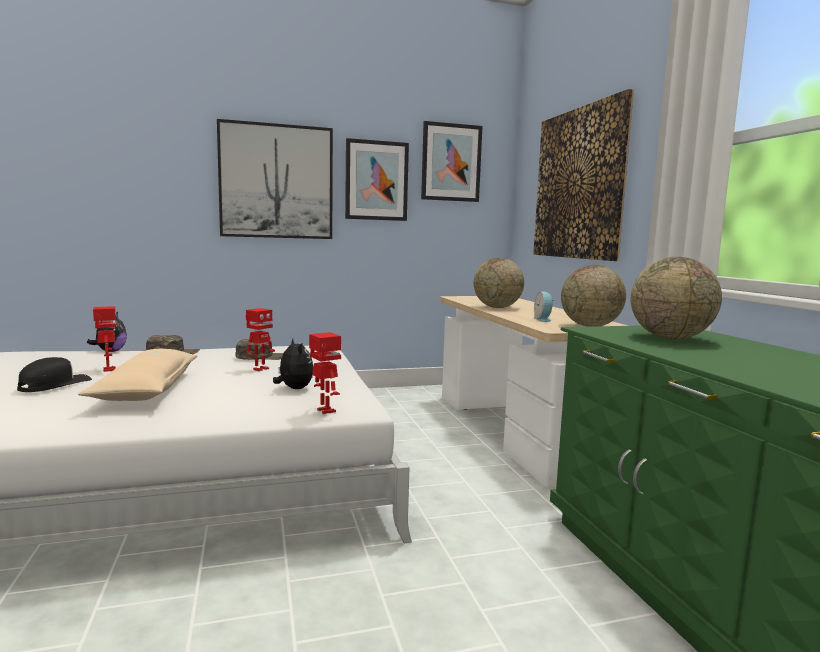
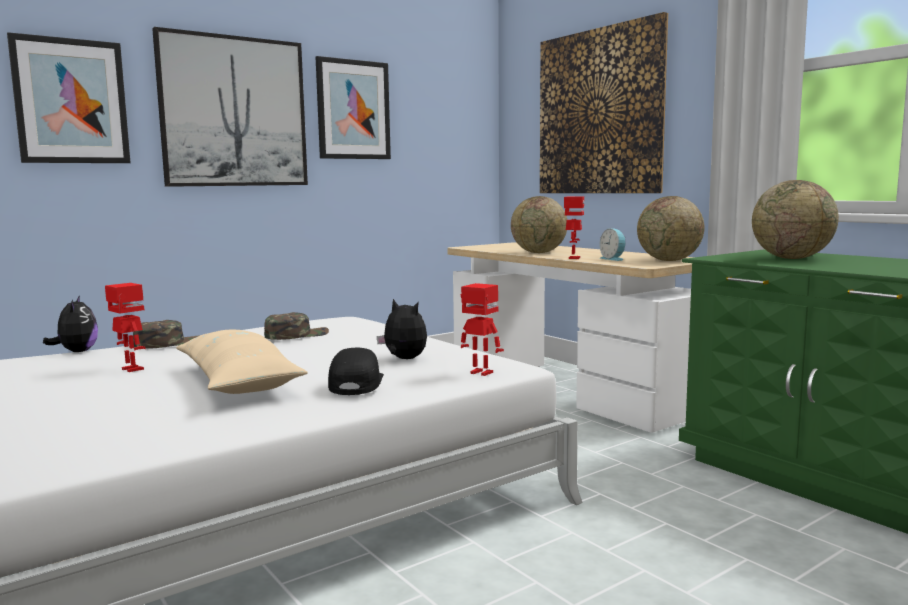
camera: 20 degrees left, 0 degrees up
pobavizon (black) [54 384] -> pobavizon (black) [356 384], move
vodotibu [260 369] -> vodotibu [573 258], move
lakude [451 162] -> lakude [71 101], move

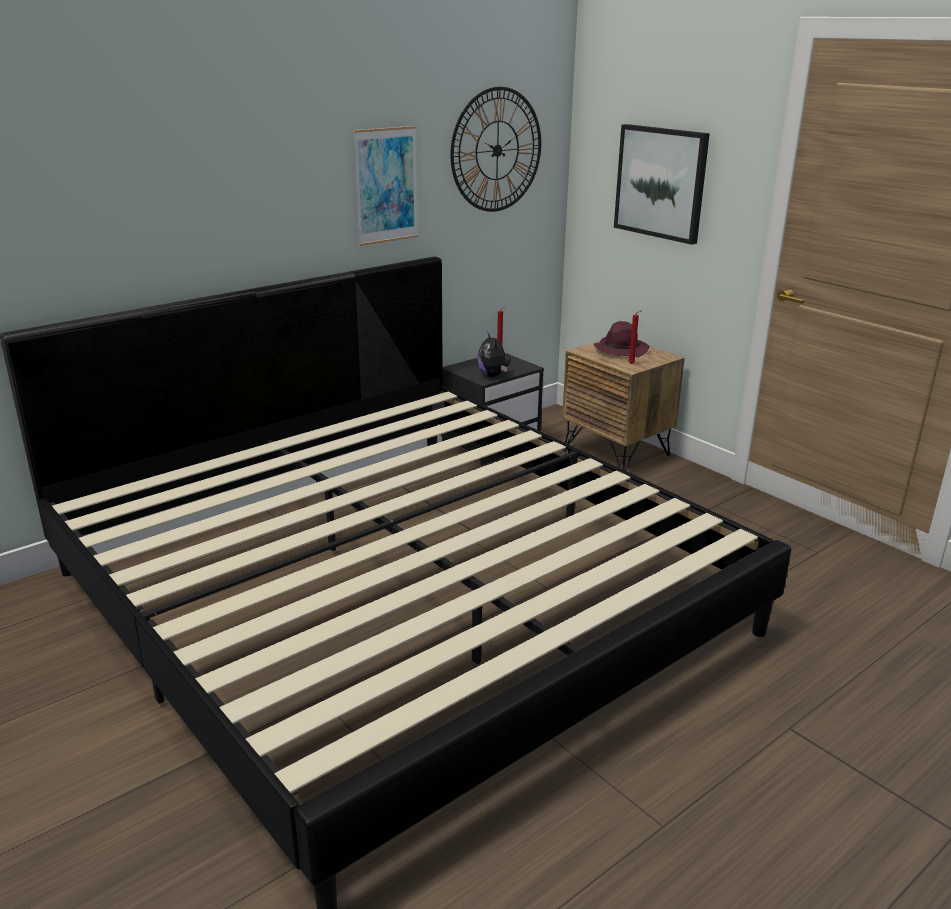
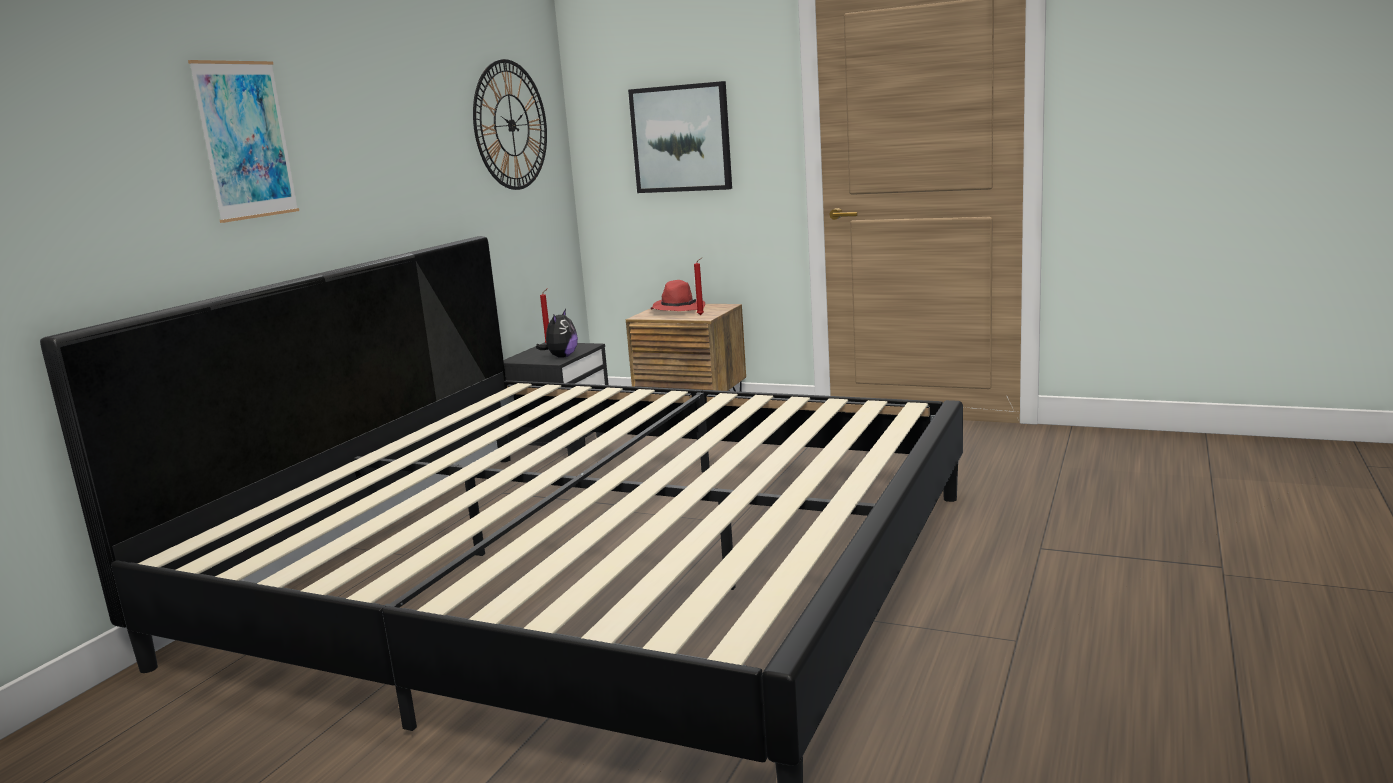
camera: 25 degrees left, 10 degrees down
lakude [386 185] -> lakude [245 140], move
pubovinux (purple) [621 349] -> pubovinux (red) [677 309]
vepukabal [493 375] -> vepukabal [561 357], 120 degrees counterclockwise

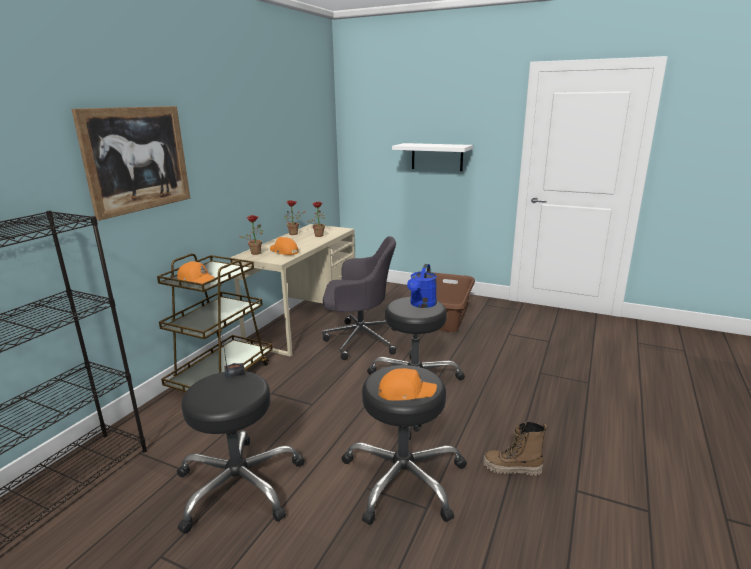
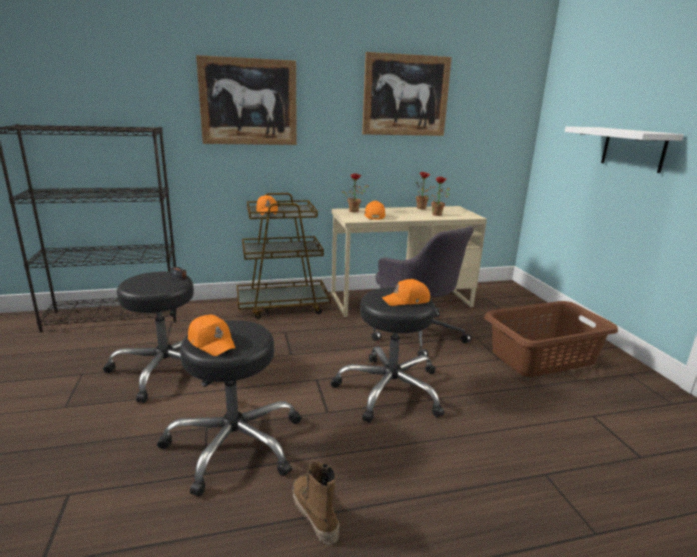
camera: 50 degrees right, 0 degrees up
none -> lakude [406 95]
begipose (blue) [422 304] -> pobavizon (orange) [407 300]

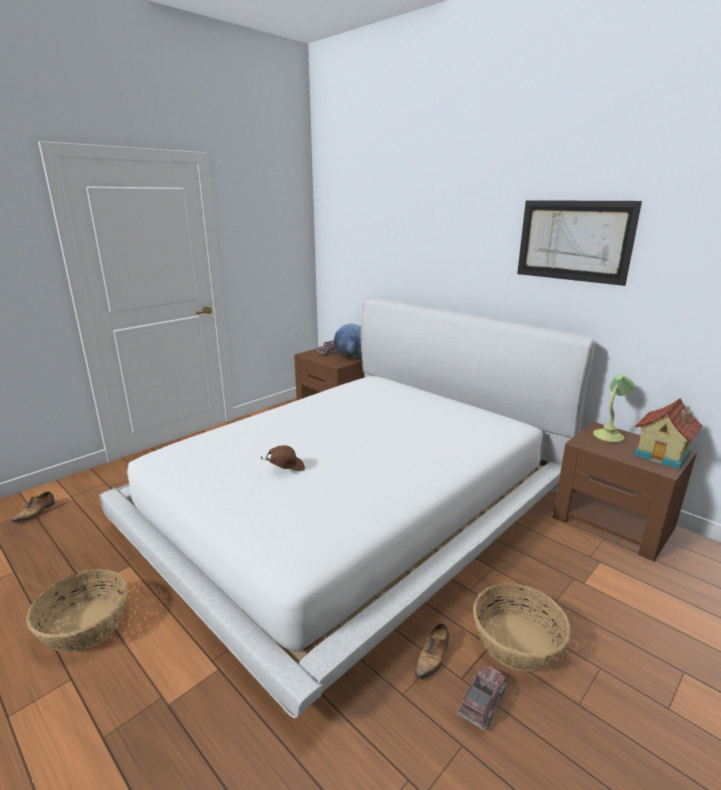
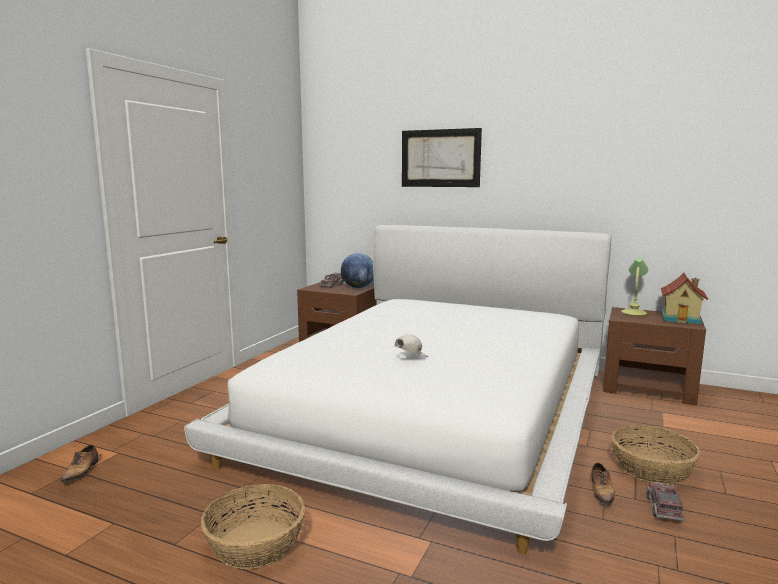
camera: 20 degrees left, 10 degrees down
lakude [573 241] -> lakude [440 158], move
pobavizon (brown) [285 468] -> pobavizon (white) [410 358]

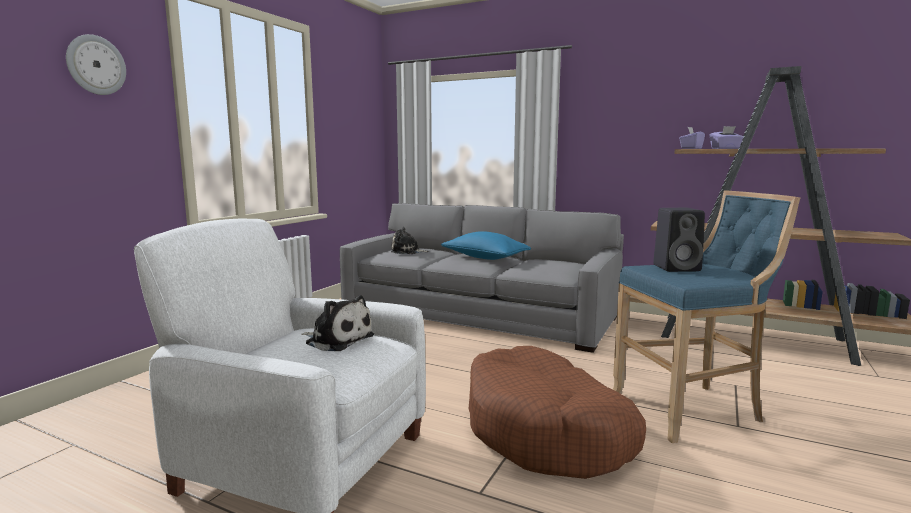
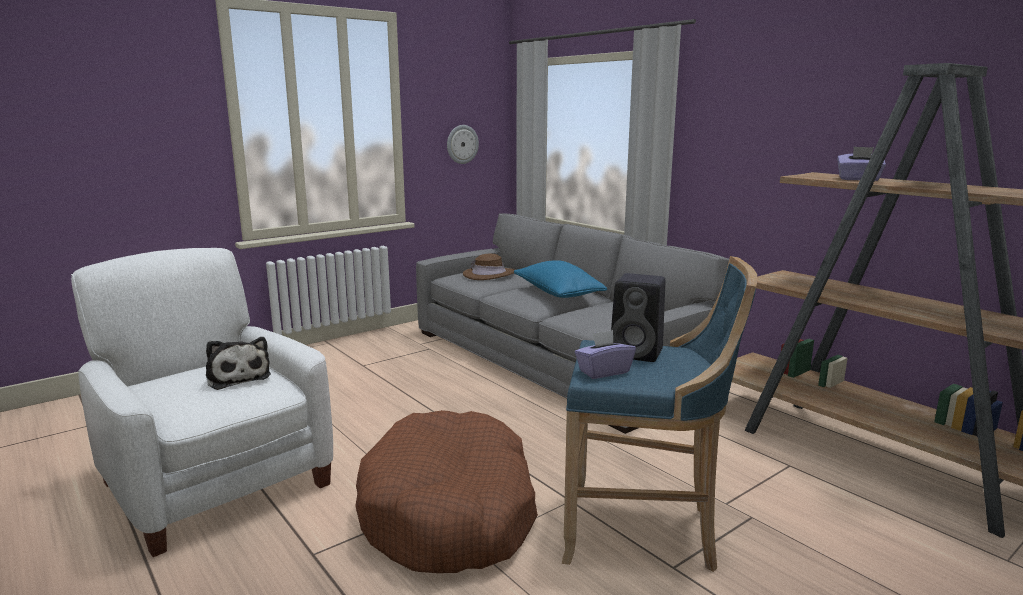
camera: 25 degrees right, 5 degrees up
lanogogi [96 65] -> lanogogi [462 144], move
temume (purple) [691 148] -> temume (purple) [603 371], move
vepukabal [407 252] -> pubovinux (brown) [489 274]

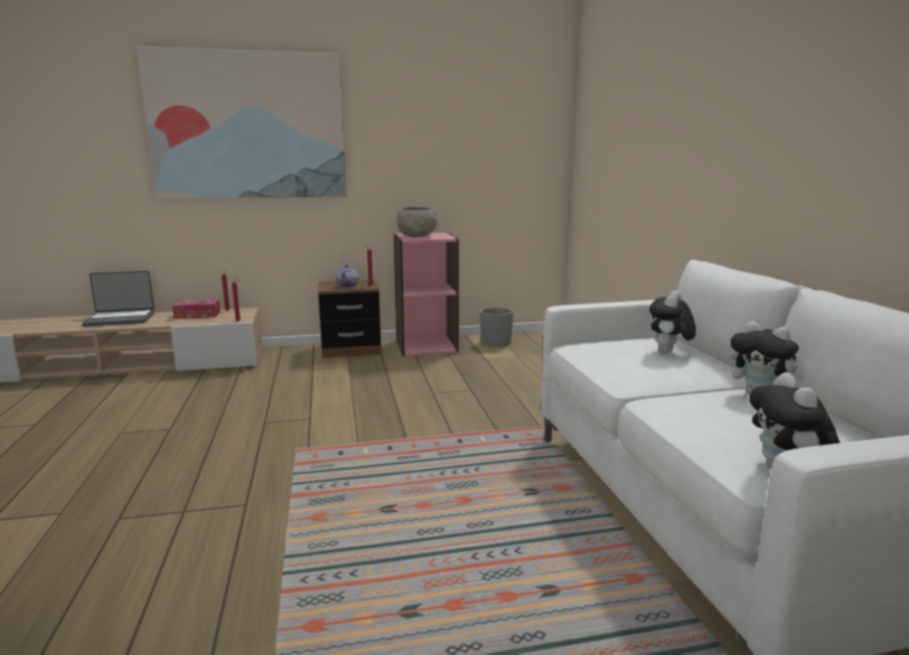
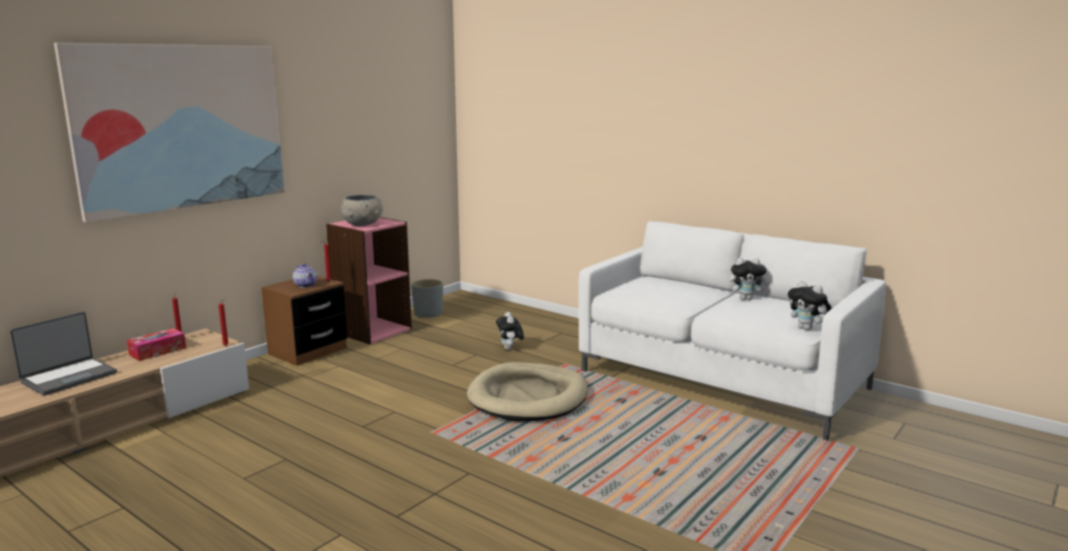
camera: 40 degrees left, 0 degrees up
none -> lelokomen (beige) [528 397]
vepukabal [668 353] -> vepukabal [510 349], move

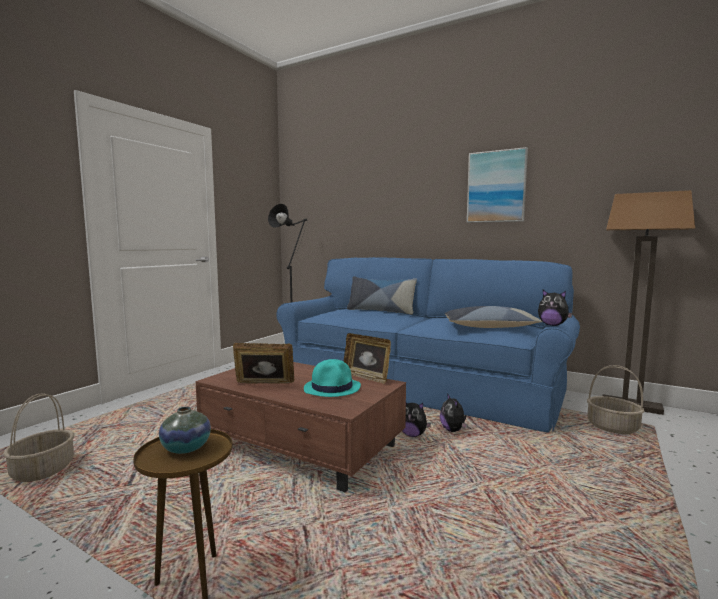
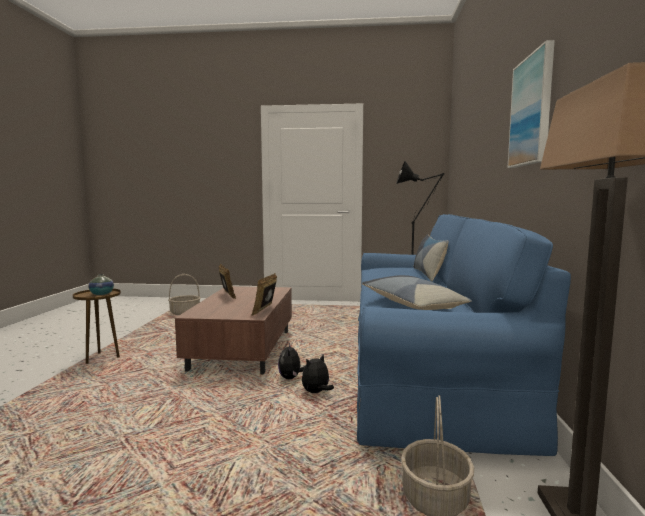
camera: 65 degrees right, 0 degrees up
pubovinux (turquoise) [332 388] -> none
vepukabal [552 325] -> none

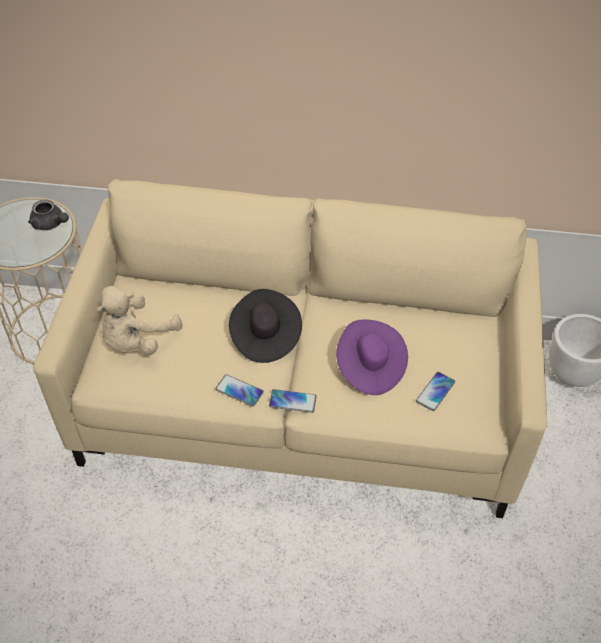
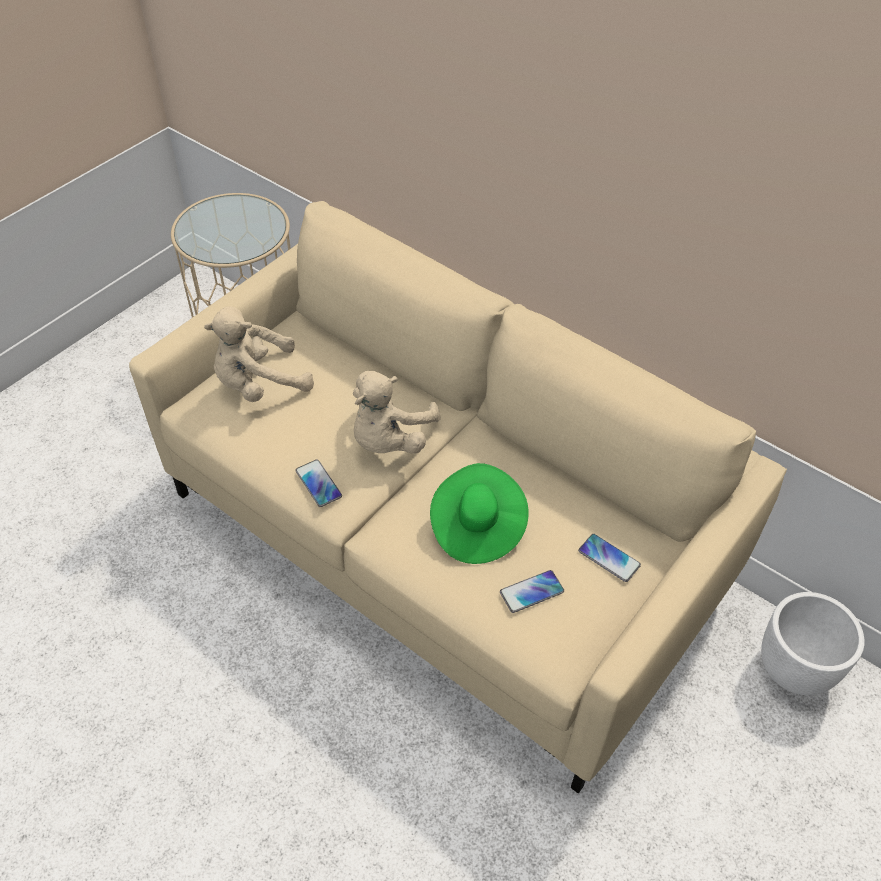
camera: 30 degrees right, 0 degrees up
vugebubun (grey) [50 224] -> none
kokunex [292 401] -> kokunex [609 558], move
pubovinux (black) [265 337] -> vepukabal (beige) [389 439]
pubovinux (purple) [369 368] -> pubovinux (green) [476 527]

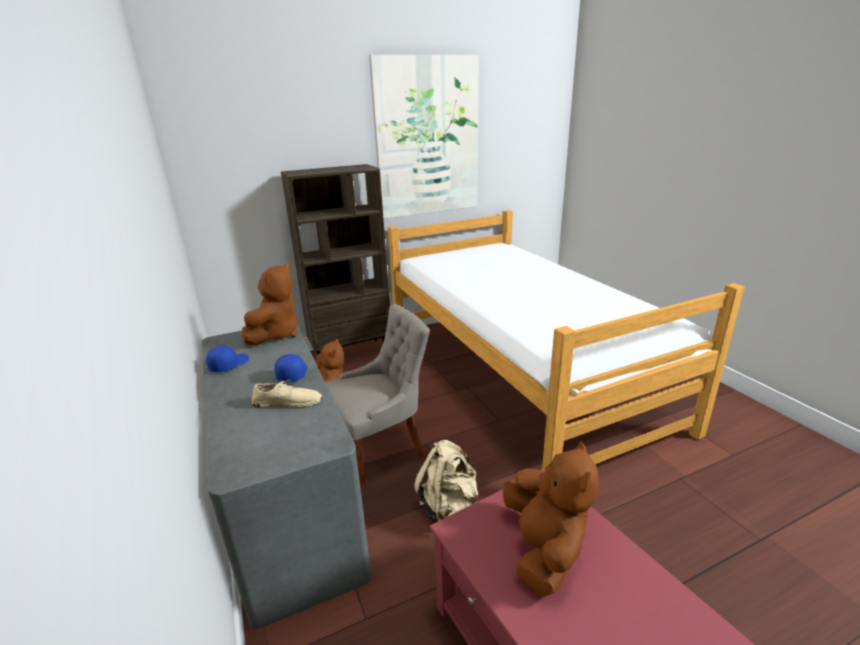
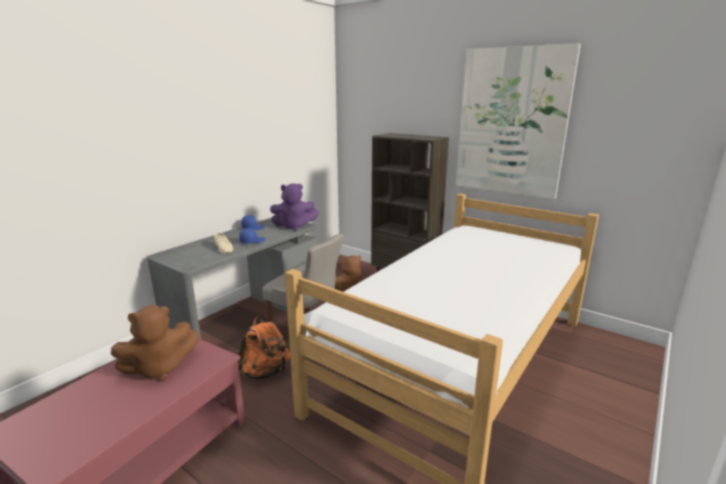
camera: 60 degrees right, 5 degrees down
vepukabal (brown) [276 334] -> vepukabal (purple) [294 226]
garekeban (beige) [449 508] -> garekeban (orange) [265 372]

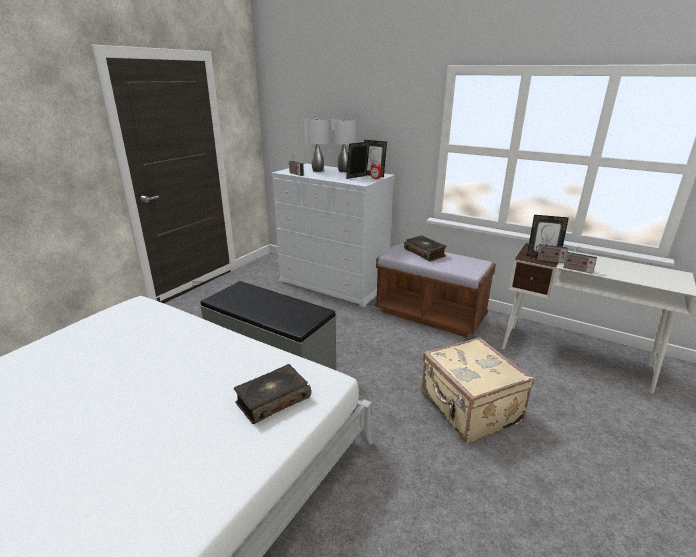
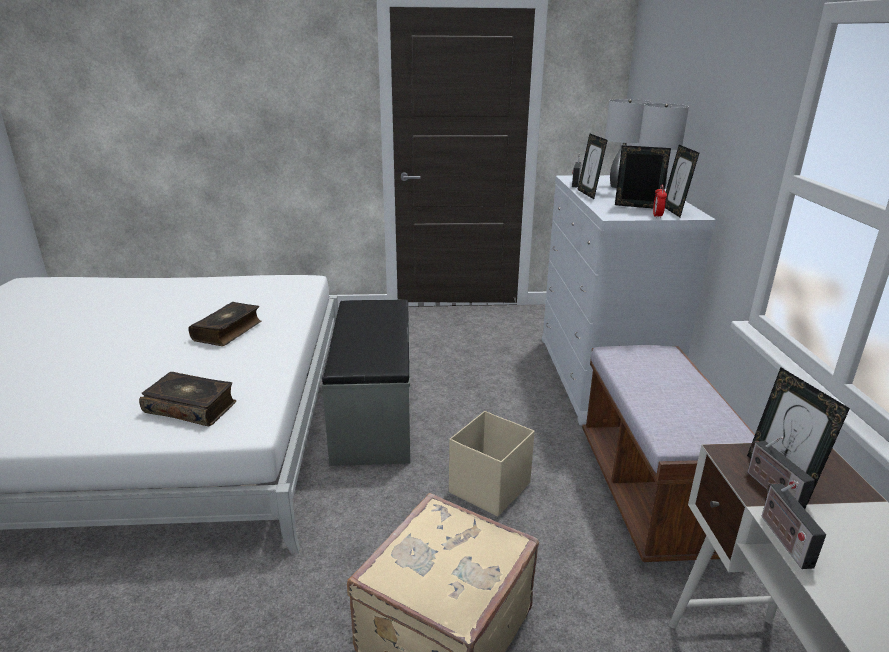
camera: 55 degrees right, 0 degrees up
none -> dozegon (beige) [488 488]
none -> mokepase [588 194]
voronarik [425 253] -> voronarik [228 331], move

